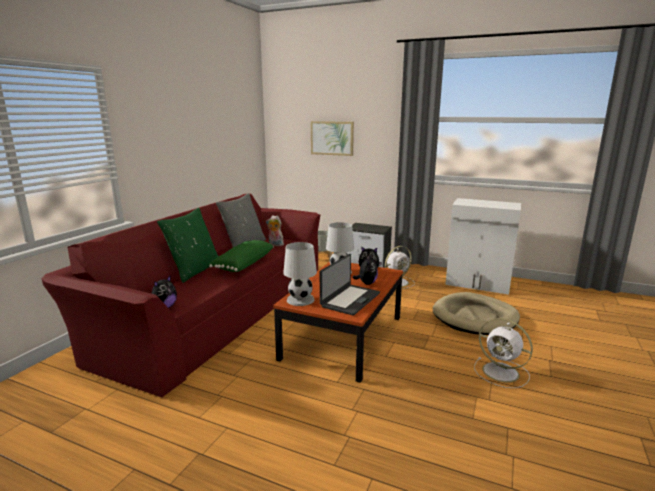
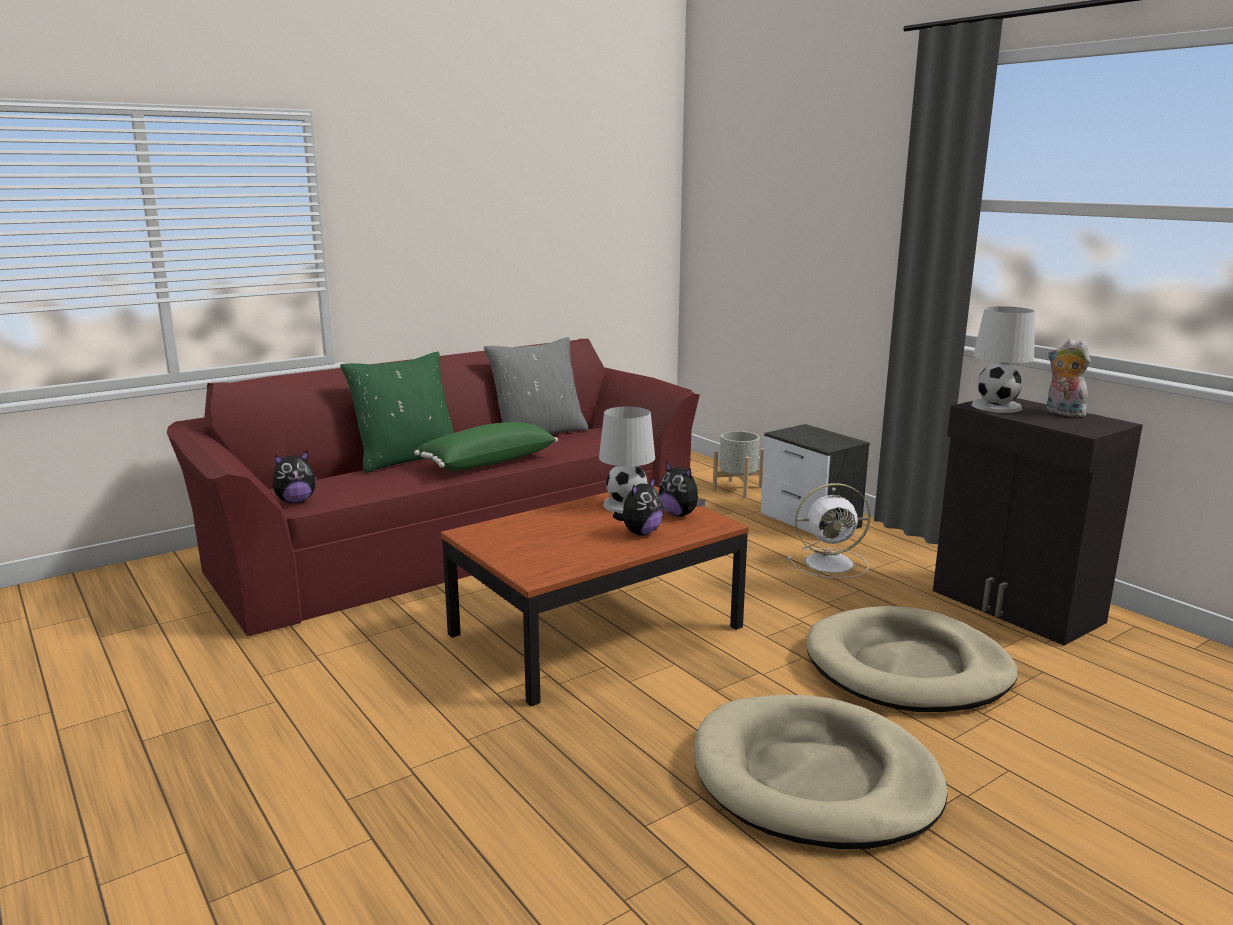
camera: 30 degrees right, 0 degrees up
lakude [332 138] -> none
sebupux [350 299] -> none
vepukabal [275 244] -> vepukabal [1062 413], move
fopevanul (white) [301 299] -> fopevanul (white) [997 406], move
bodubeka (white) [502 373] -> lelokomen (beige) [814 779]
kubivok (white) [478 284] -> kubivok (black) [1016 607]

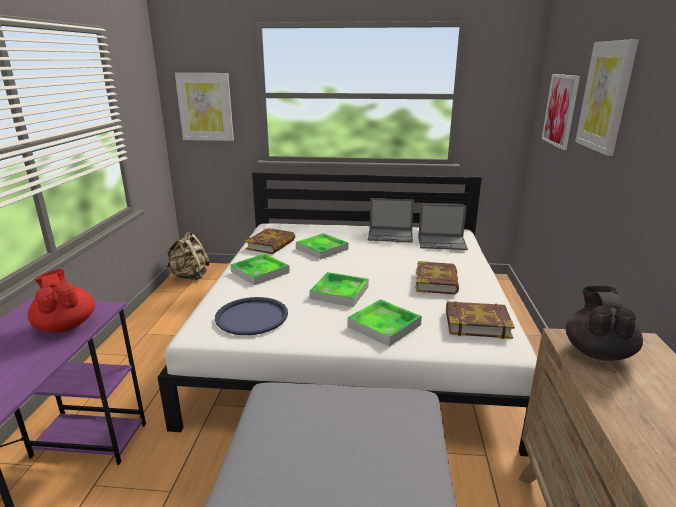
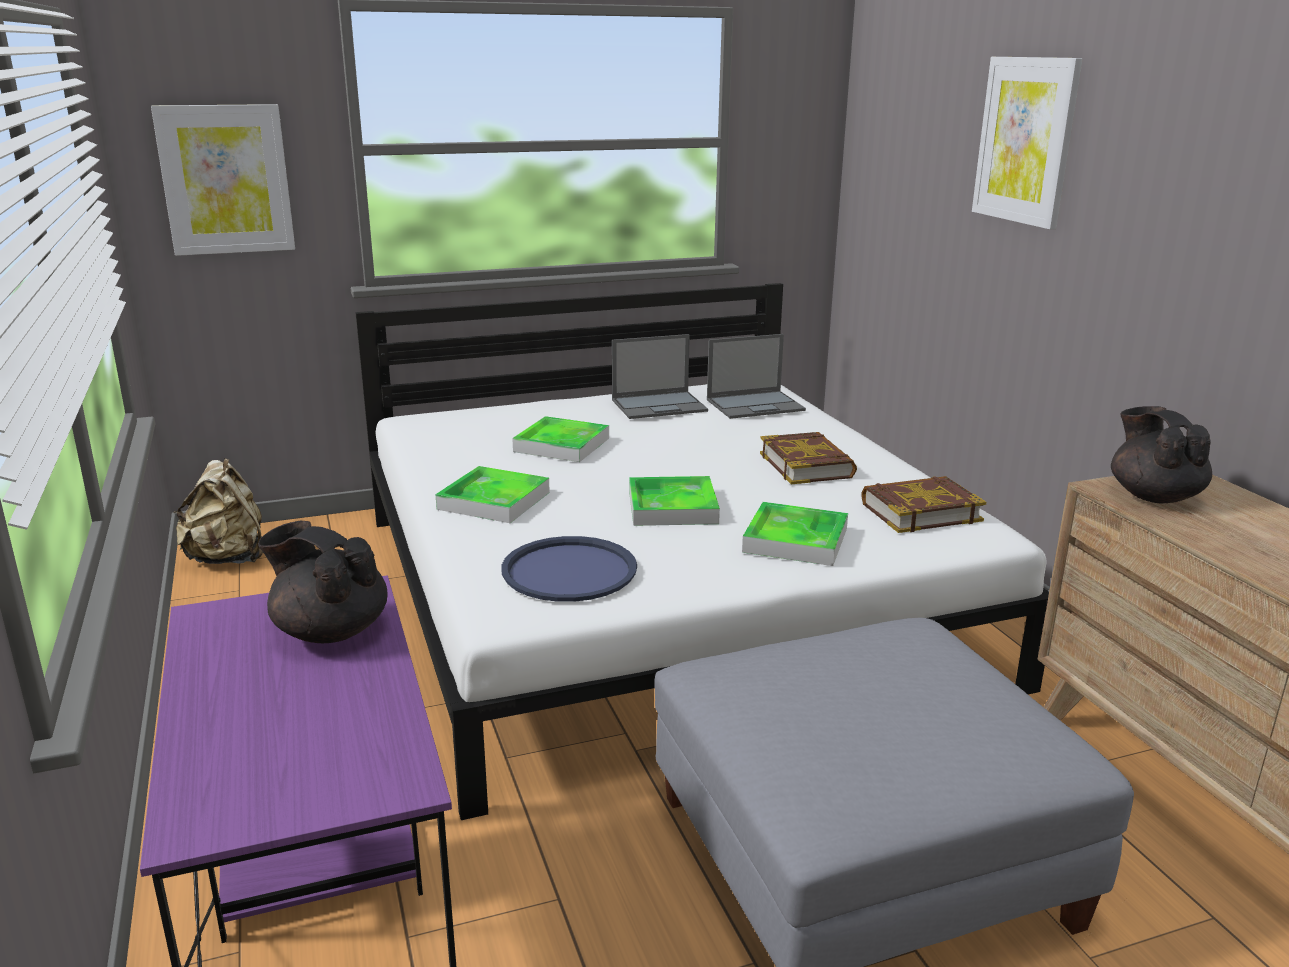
camera: 25 degrees left, 0 degrees up
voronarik [271 245] -> none
lakude [560 110] -> none
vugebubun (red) [65 325] -> vugebubun (black) [330 630]

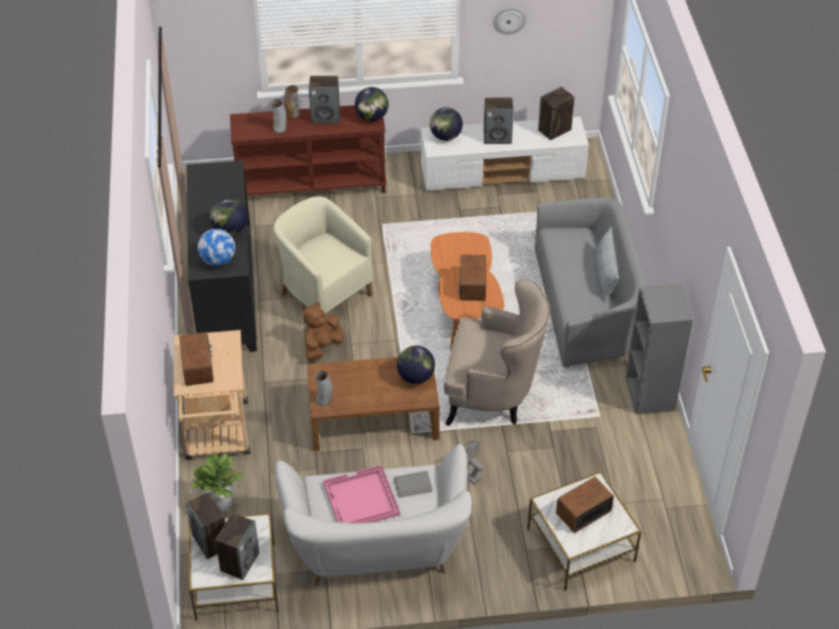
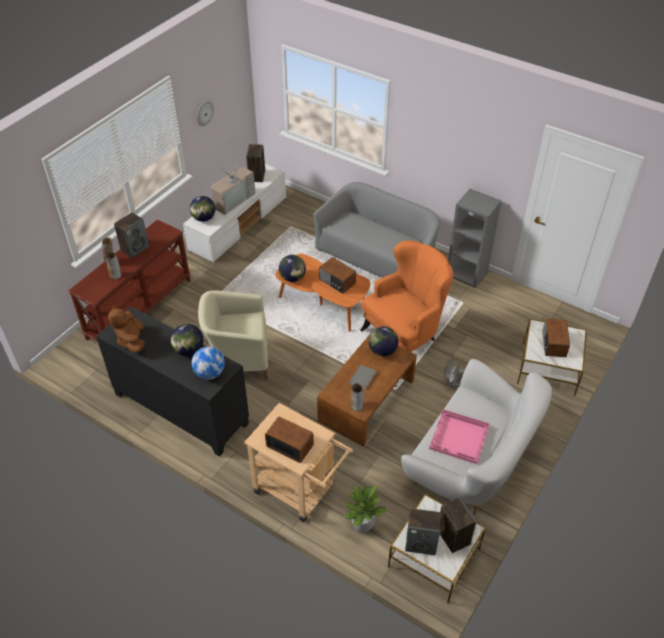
camera: 50 degrees left, 0 degrees up
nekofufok [605 275] -> none
vepukabal (brown) [322 347] -> vepukabal (brown) [132 341], move
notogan [372 117] -> notogan [292 278], move
voronarik (grey) [413 486] -> voronarik (grey) [363 378], move
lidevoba [497 137] -> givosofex [233 199]
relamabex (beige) [493 396] -> relamabex (orange) [404 336]

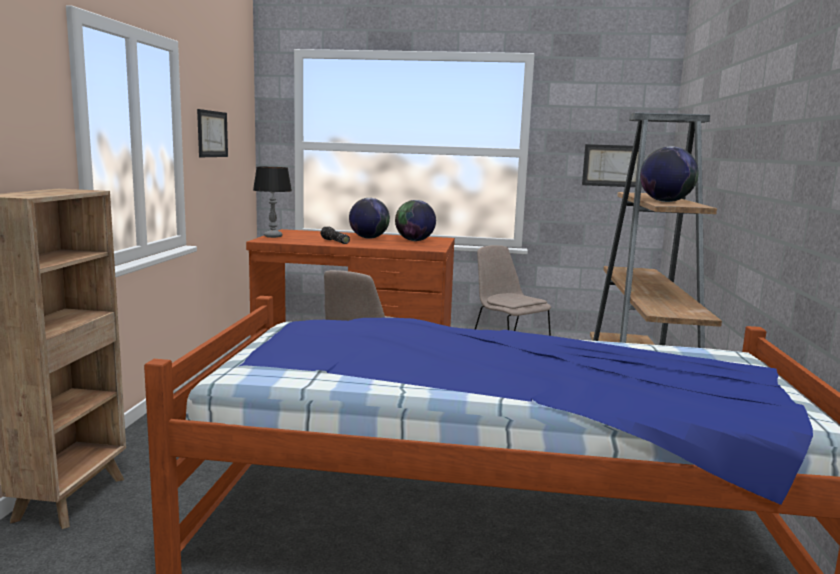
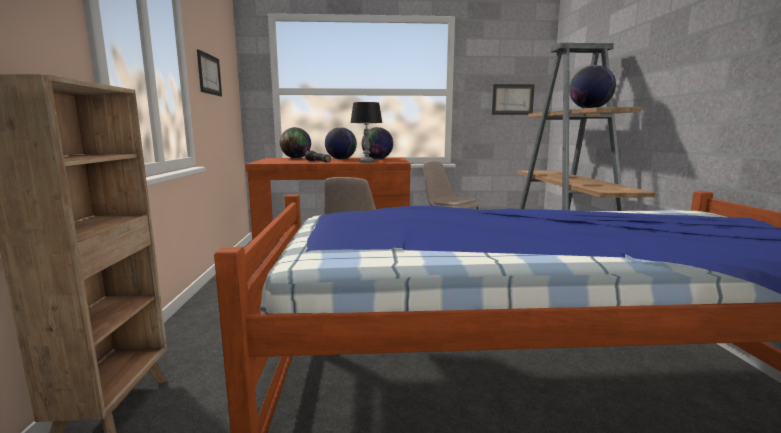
camera: 10 degrees left, 0 degrees up
none -> notogan [296 158]
fopevanul [273 236] -> fopevanul [367 162], move

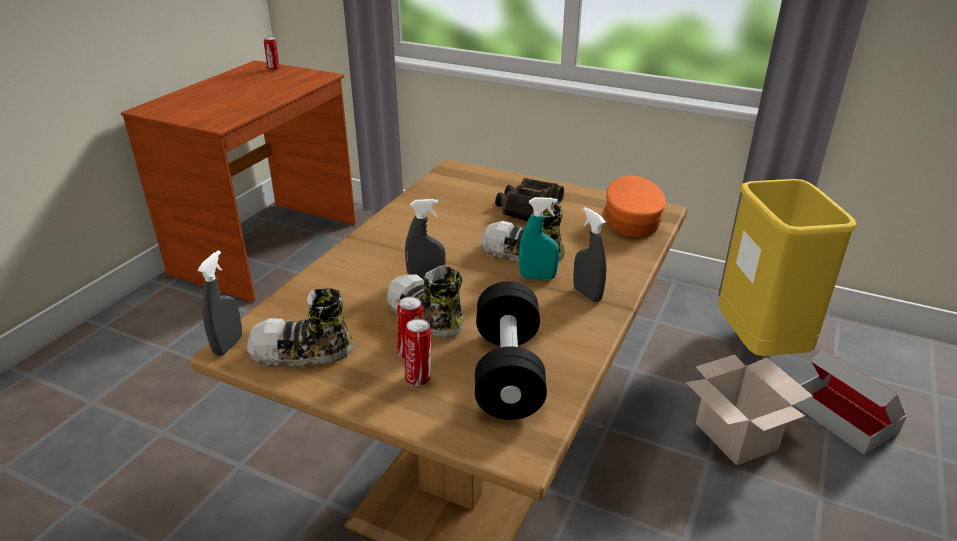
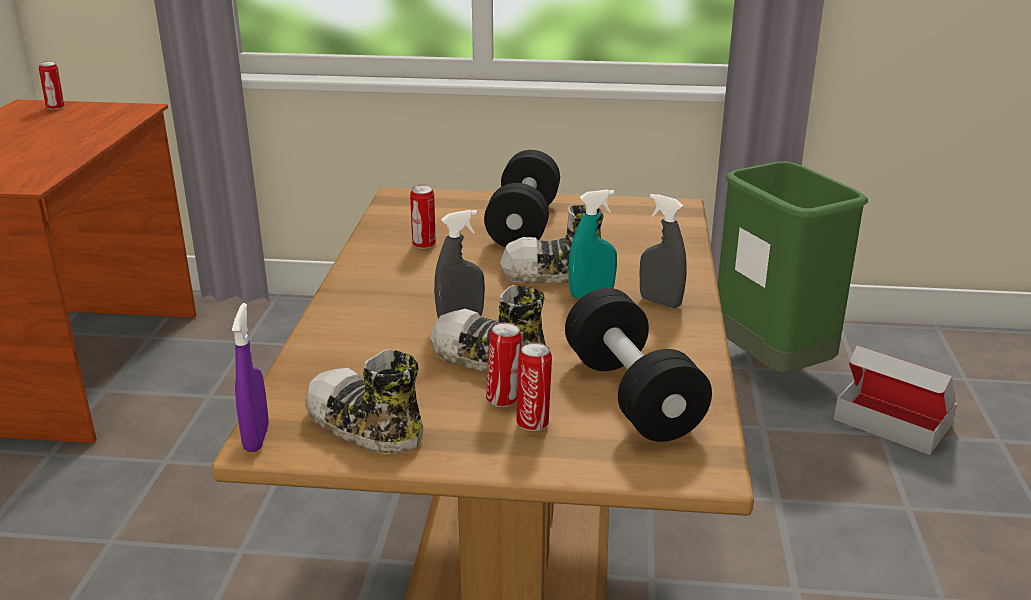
camera: 20 degrees left, 5 degrees down
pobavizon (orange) [630 219] -> none
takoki [738 437] -> none
none -> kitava [424 245]
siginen [527 207] -> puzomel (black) [523 225]
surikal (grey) [228 345] -> surikal (purple) [256 438]
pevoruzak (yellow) [759 345] -> pevoruzak (green) [771 366]
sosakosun [301 352] -> sosakosun [364 426], 60 degrees clockwise

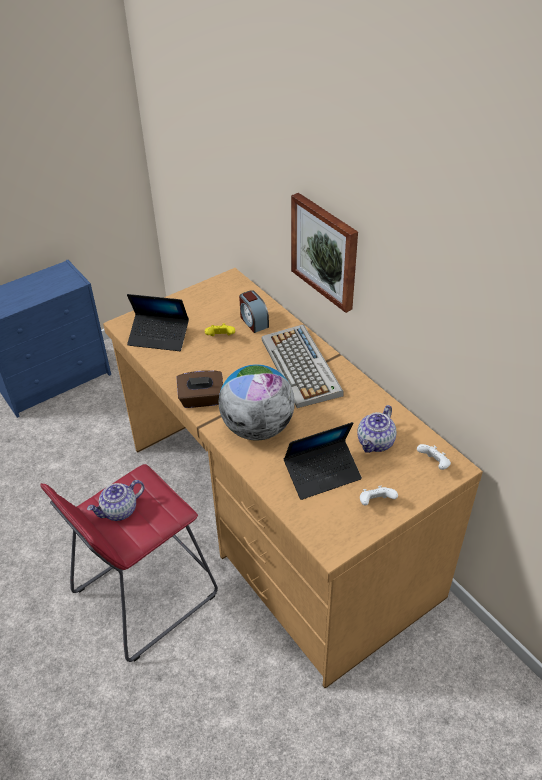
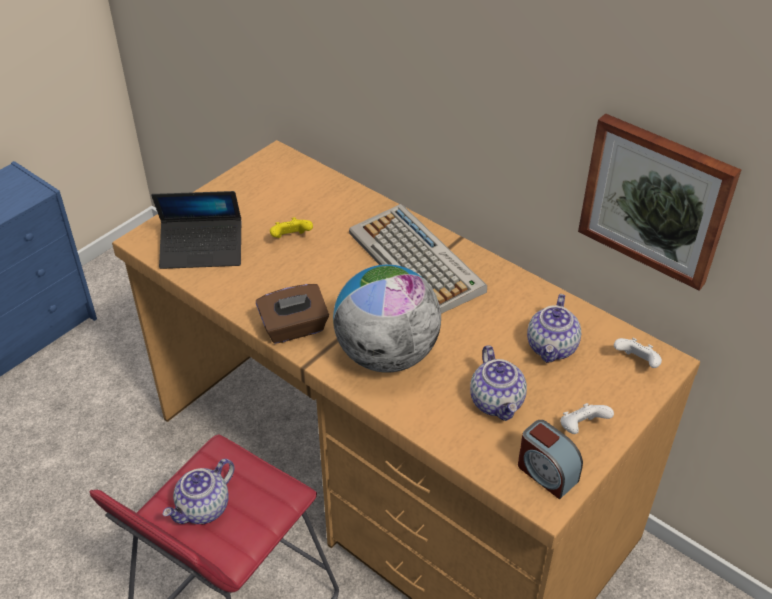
camera: 15 degrees left, 0 degrees up
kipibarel [253 321] -> kipibarel [546 473], move
lakude [325 251] -> lakude [656 199], move
sebupux [322 474] -> vugebubun [497 402]

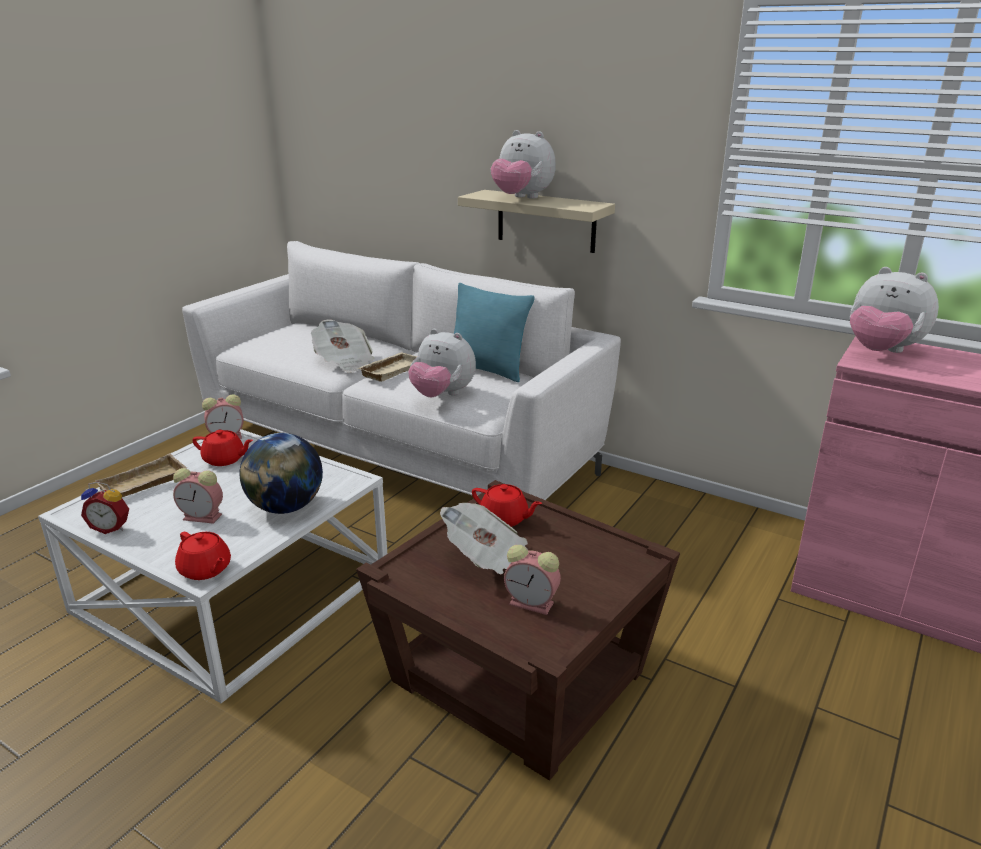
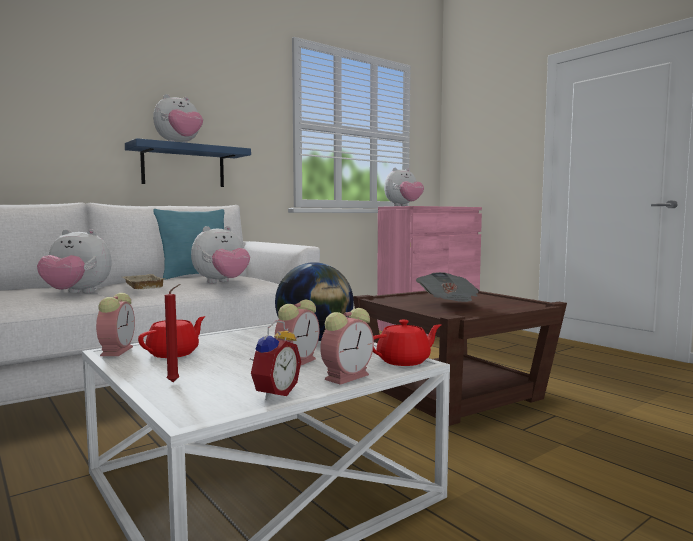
camera: 70 degrees left, 20 degrees down
vugebubun (red) [505 519] -> none
kipibarel [533 603] -> kipibarel [348 376], move
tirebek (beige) [143 484] -> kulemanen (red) [175 382]
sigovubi [344 361] -> vepukabal [76 294]
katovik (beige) [546 221] -> katovik (blue) [183 166]

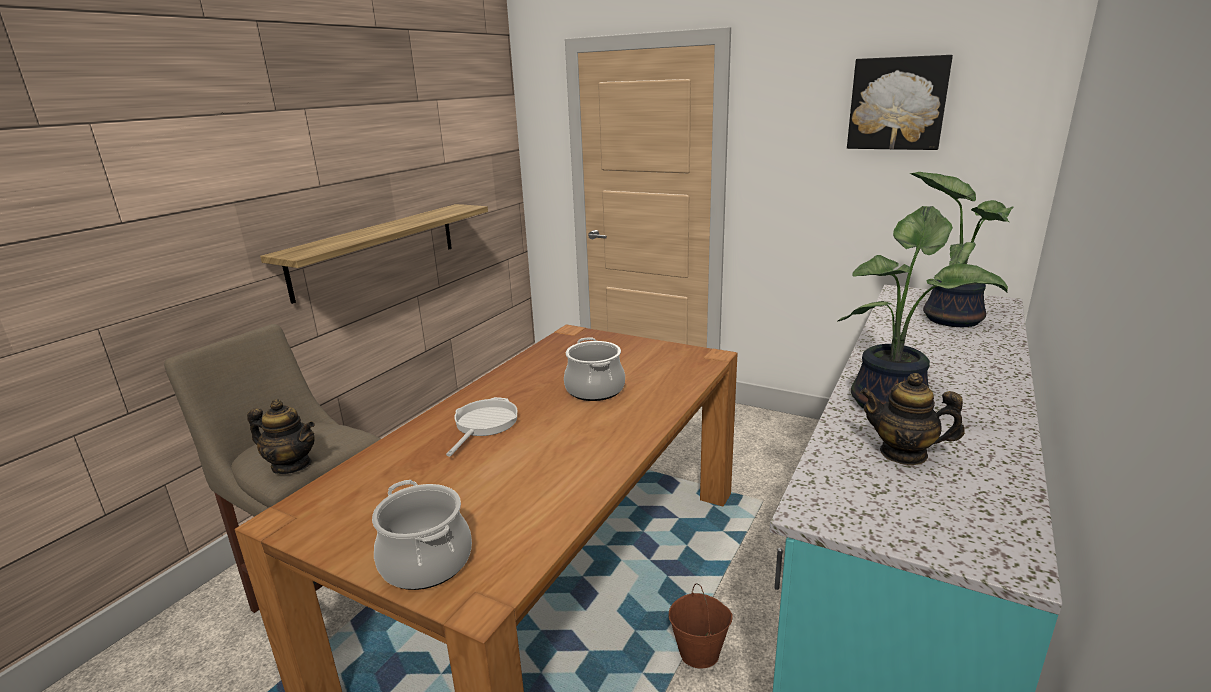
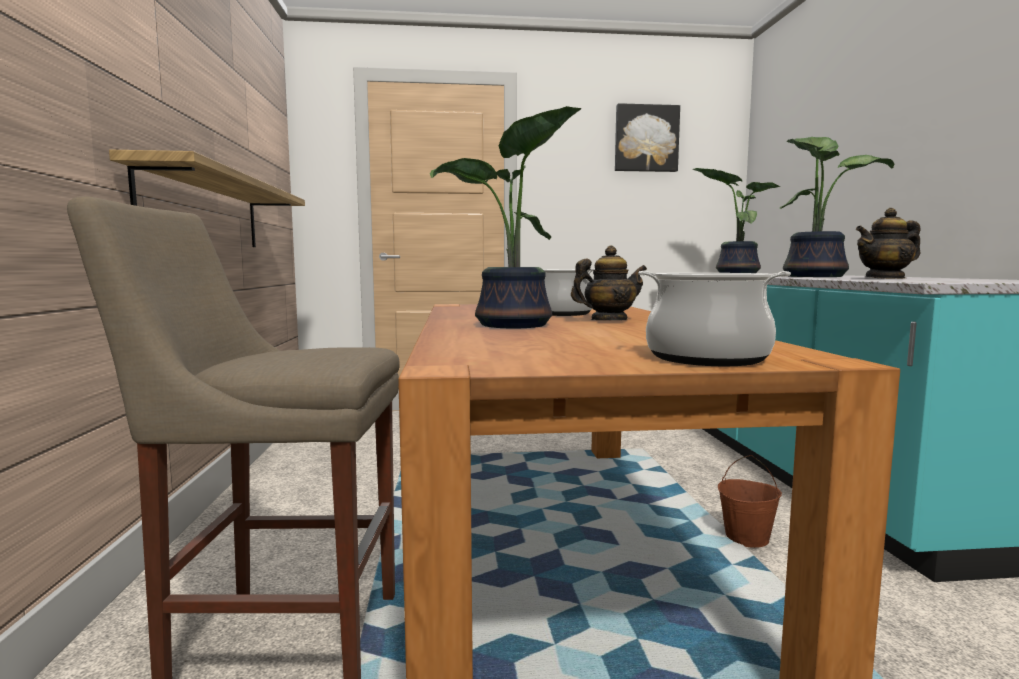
camera: 35 degrees left, 15 degrees down
vugebubun [292 465] -> vugebubun [608 320], move
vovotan [484 424] -> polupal [512 325]

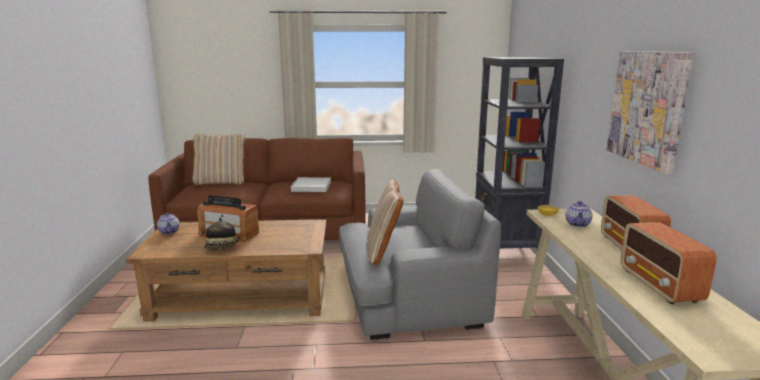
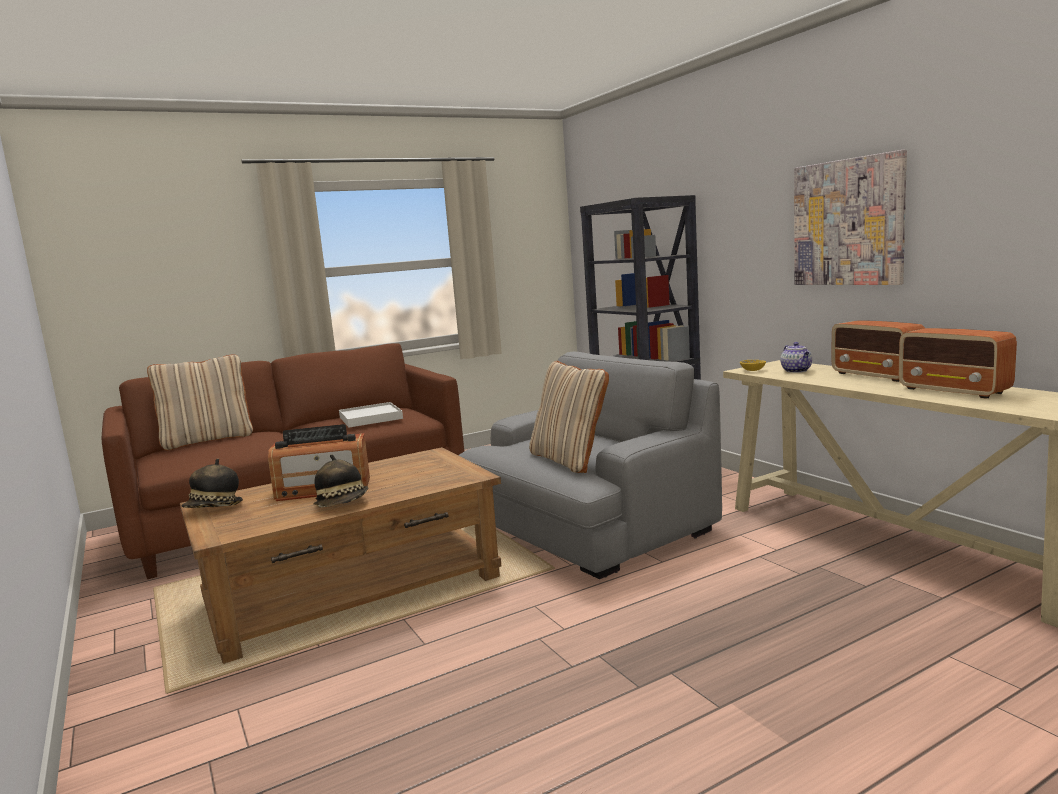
camera: 25 degrees left, 5 degrees down
vugebubun [169 232] -> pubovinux [214 508]

